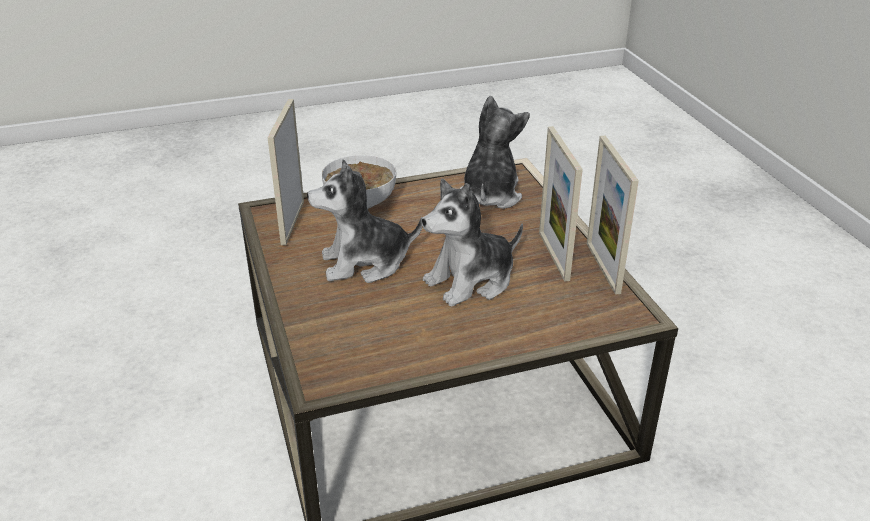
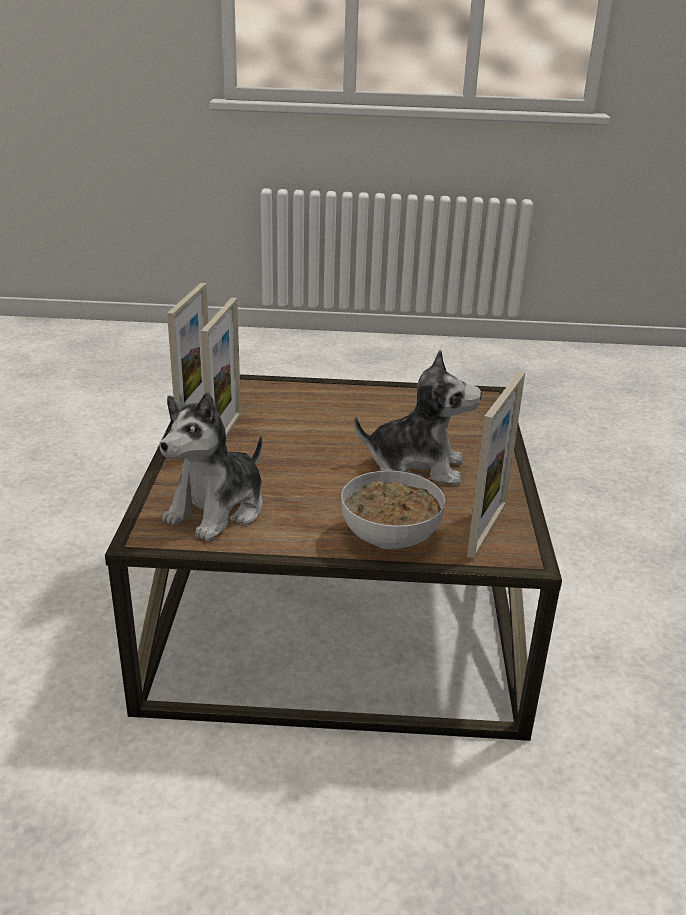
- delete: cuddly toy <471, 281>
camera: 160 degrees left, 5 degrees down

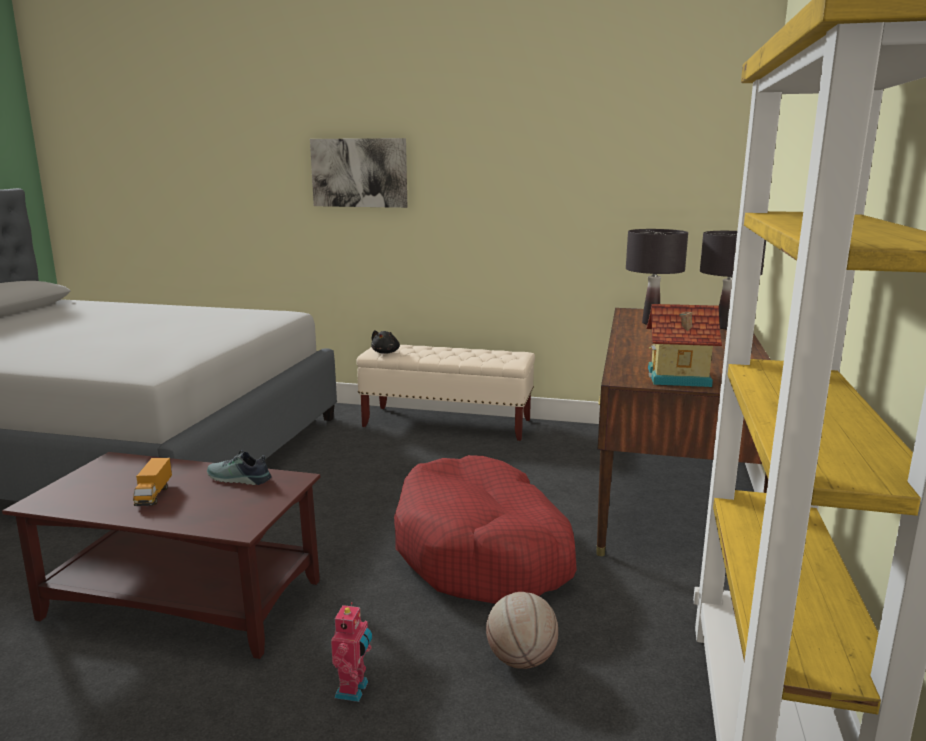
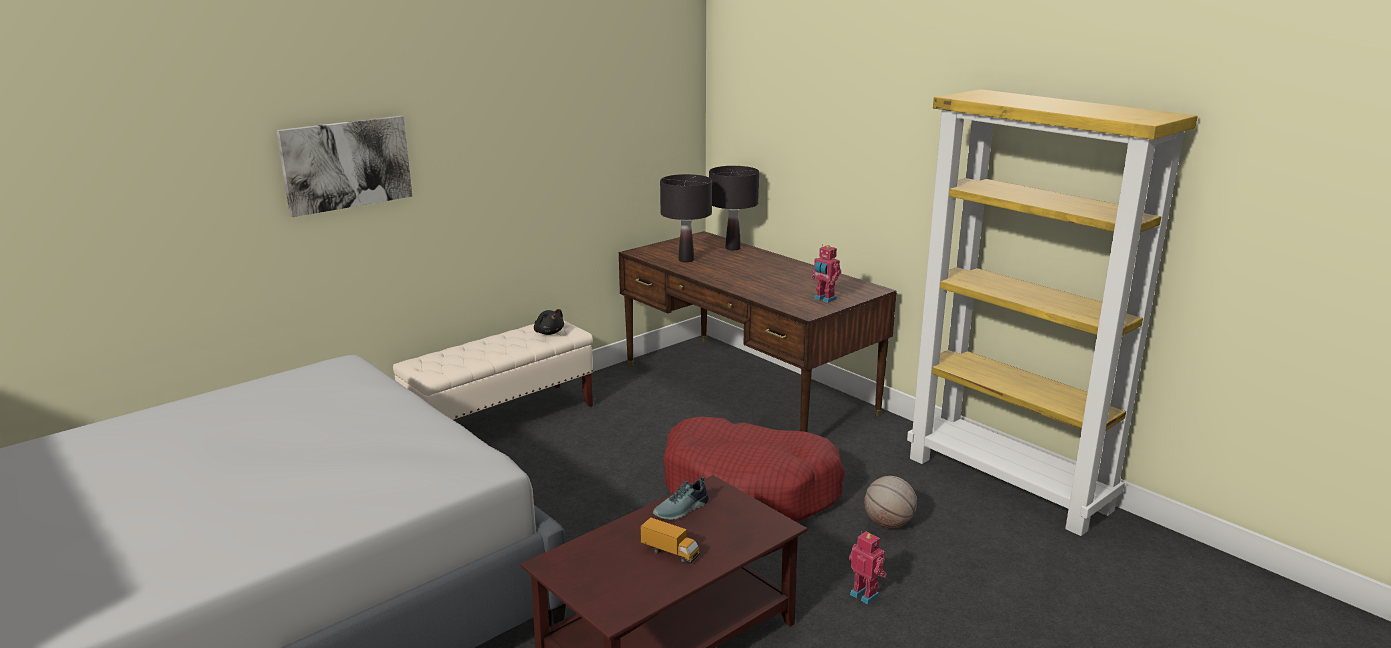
- move: black-coloured cuddly toy <386, 352> to <548, 332>
- replace: model house <679, 378> to toy robot <824, 299>
camera: 55 degrees left, 5 degrees up

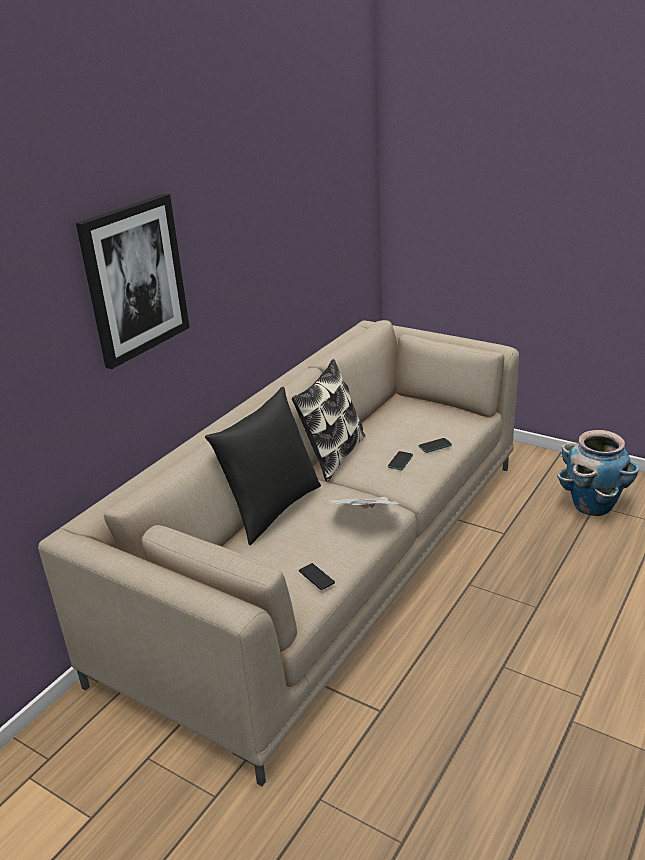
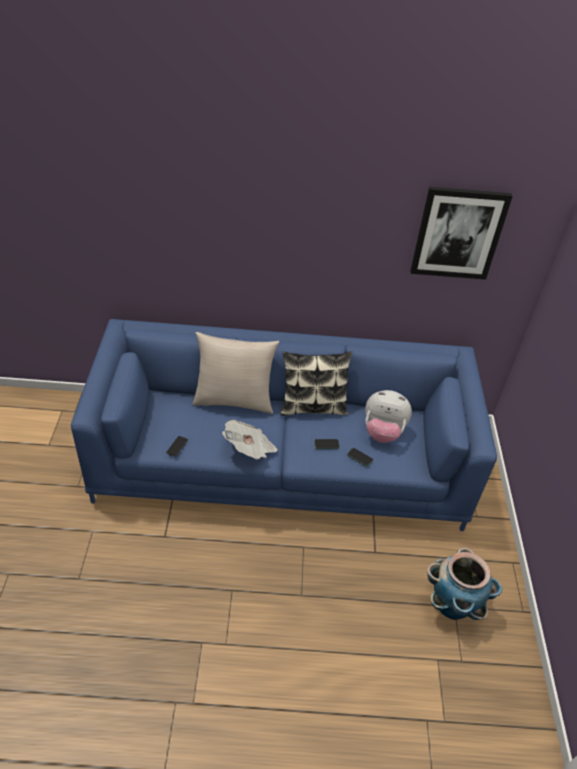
- recolor: sand-coloured sofa <330, 561> to blue-coloured sofa <282, 461>
- move: wall picture <134, 279> to <458, 233>
- recolor: black-coloured pillow <272, 509> to sand-coloured pillow <234, 400>
- insert: cuddly toy <383, 432>
camera: 55 degrees right, 15 degrees up

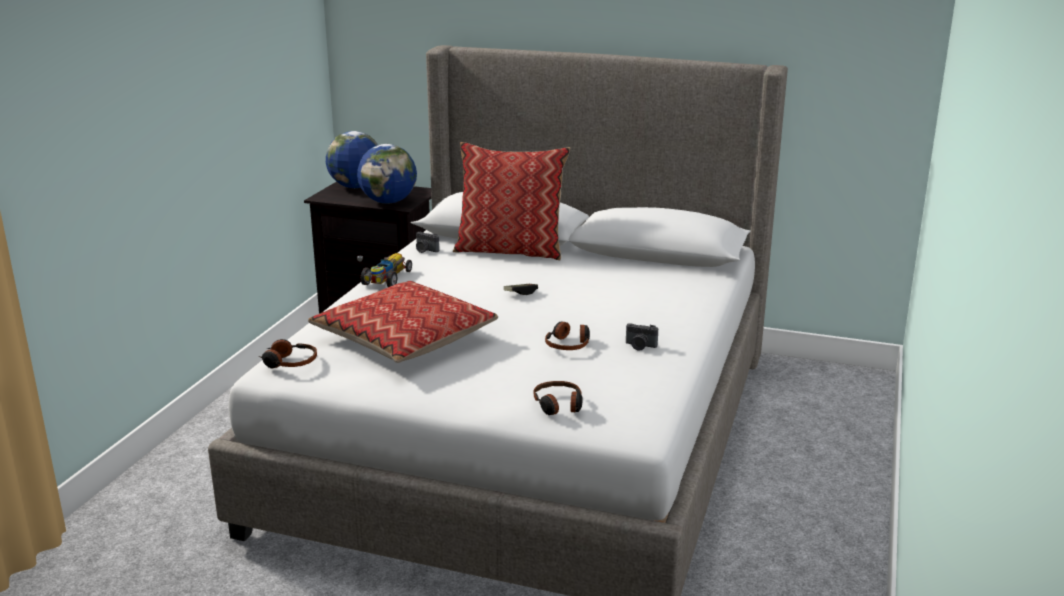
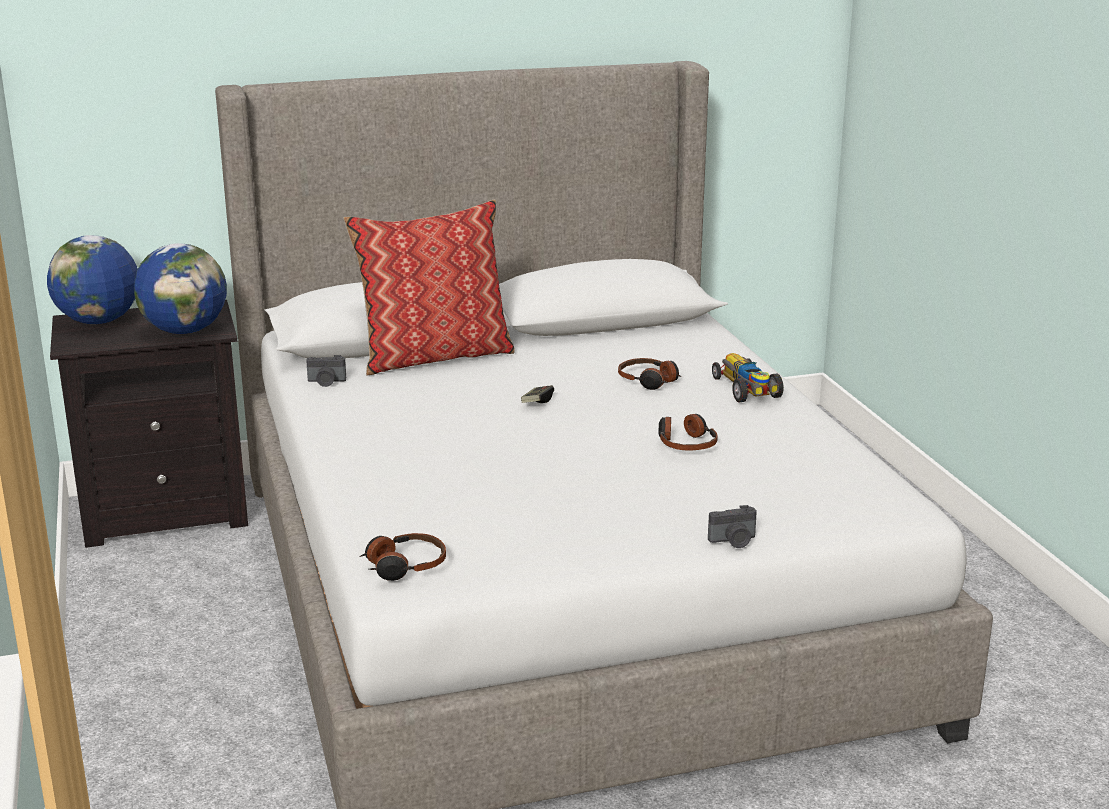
- delete: pillow <404, 337>
- move: model car <386, 279> to <747, 390>
- move: pair of headphones <558, 405> to <649, 381>
- move: still camera <640, 346> to <734, 541>
camera: 35 degrees left, 0 degrees up

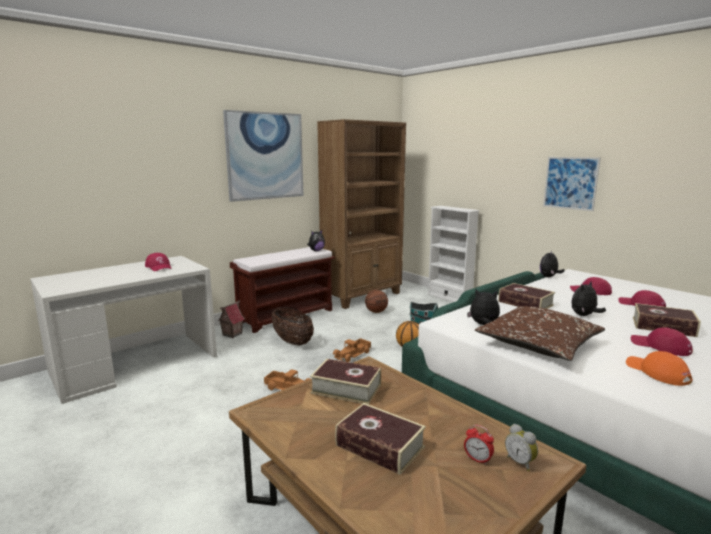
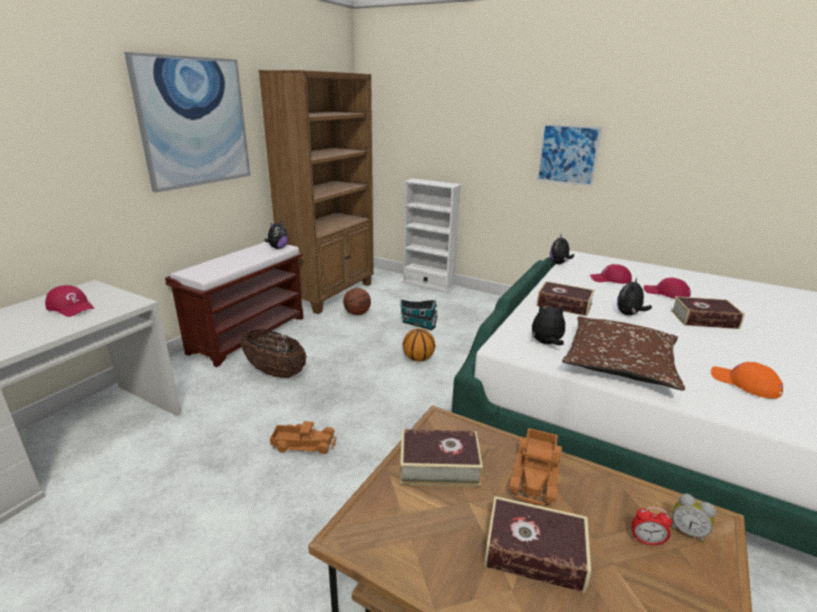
- delete: model house <232, 334>
- move: toy truck <353, 355> to <537, 474>
- delete: red-coloured baseball cap <660, 347>
camera: 20 degrees left, 10 degrees up

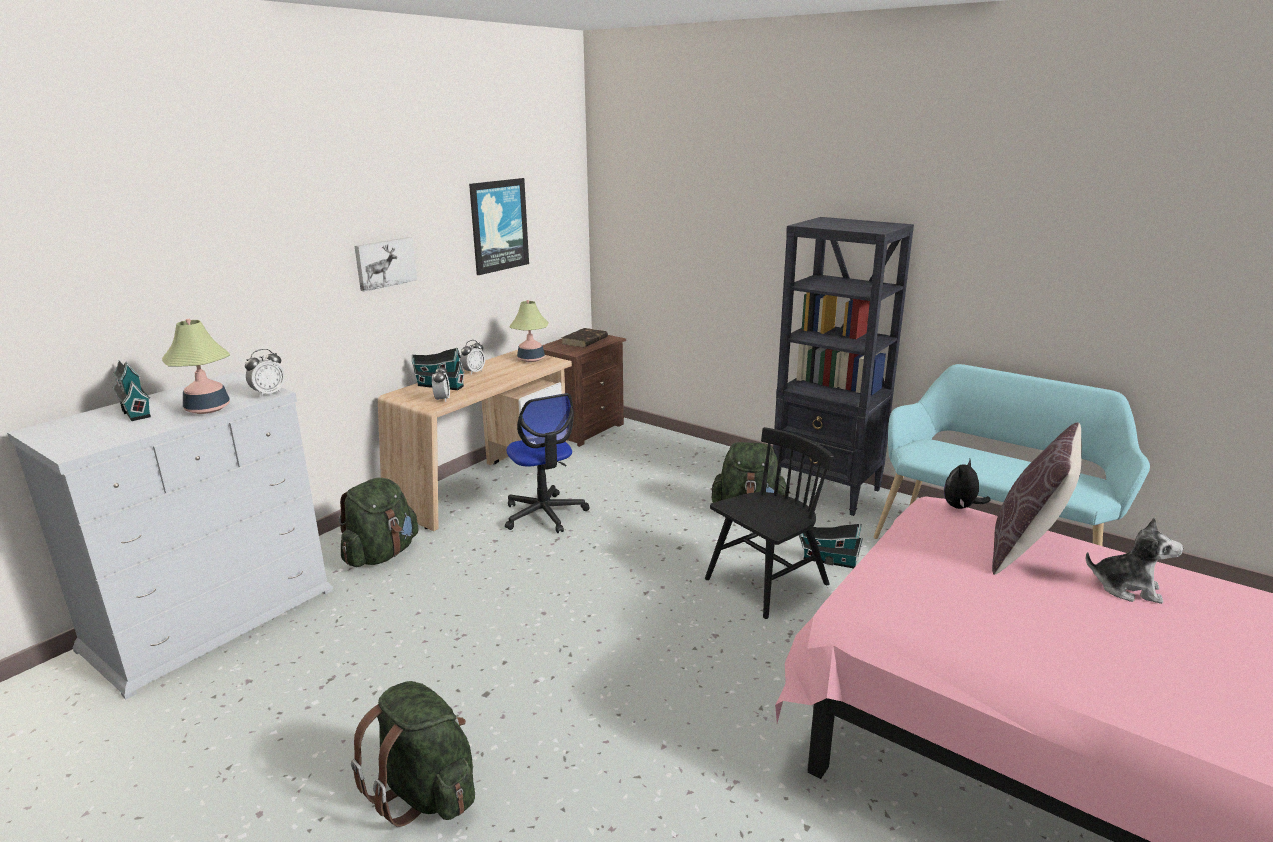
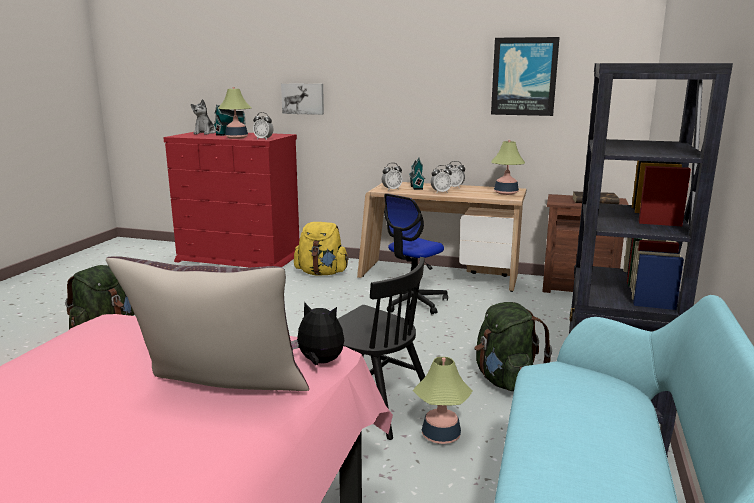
- recolor: white chest of drawers <212, 618> to red-coloured chest of drawers <240, 258>
- recolor: greenish backpack <381, 555> to yellow-coloured backpack <322, 273>
- move: wall picture <384, 263> to <303, 98>
- replace: model house <827, 560> to table lamp <441, 435>
- move: cuddly toy <1127, 588> to <204, 133>
- insert: alarm clock <440, 192>
camera: 70 degrees right, 5 degrees down

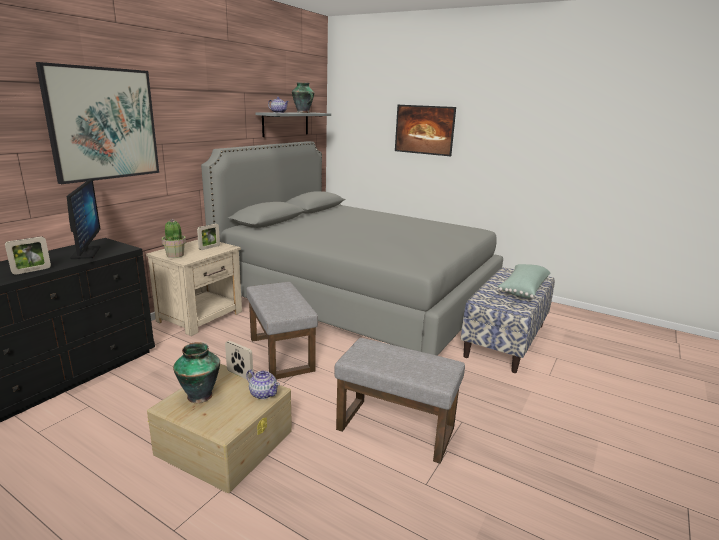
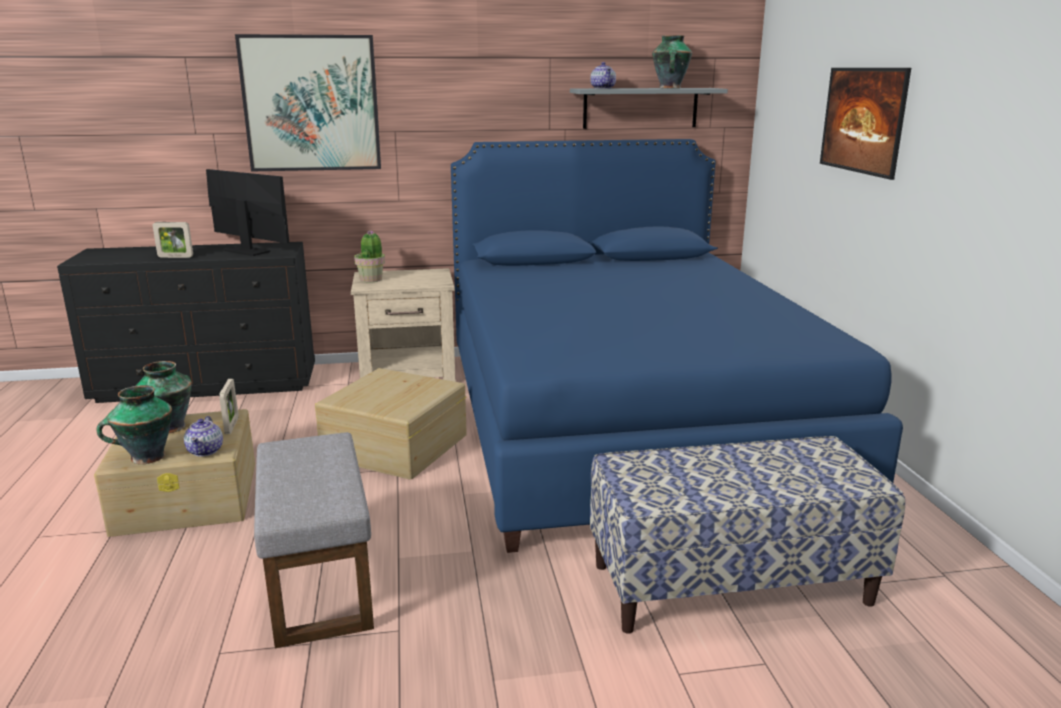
- rotate: computer screen <86, 252> = <247, 251> 90 degrees counterclockwise
- delete: standing frame <209, 247>
- recolor: greyish bedroom bed <357, 299> to blue-coloured bedroom bed <624, 422>
- replace: greyish pouffe <282, 354> to sand-coloured storage bin <394, 446>
- delete: greenish pillow <522, 289>
- insert: decorative vase <146, 457>
camera: 50 degrees right, 0 degrees up

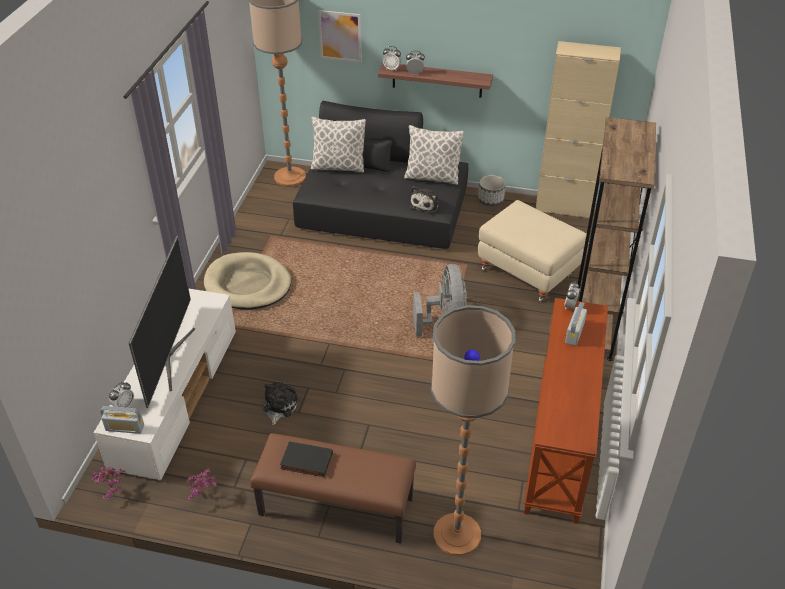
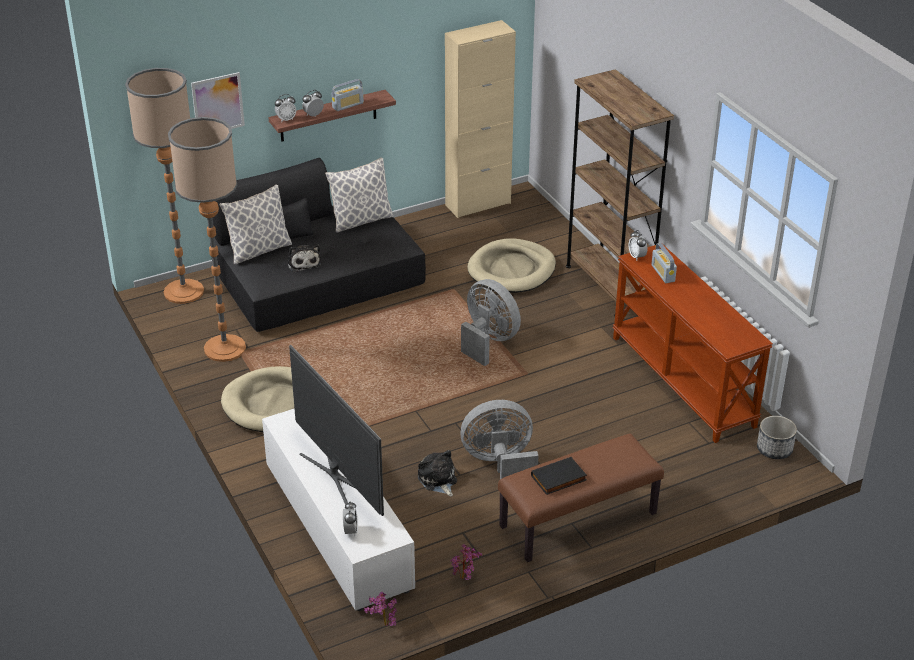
- move: radio receiver <125, 428> to <348, 105>
- move: cuddly toy <425, 204> to <303, 262>
- move: standing lamp <456, 534> to <224, 348>
- move: planter <491, 200> to <774, 449>
- replace: sand-coloured pouffe <528, 272> to sand-coloured dog cushion <512, 270>
- insert: greyish cooling fan <500, 464>
camera: 40 degrees left, 5 degrees down

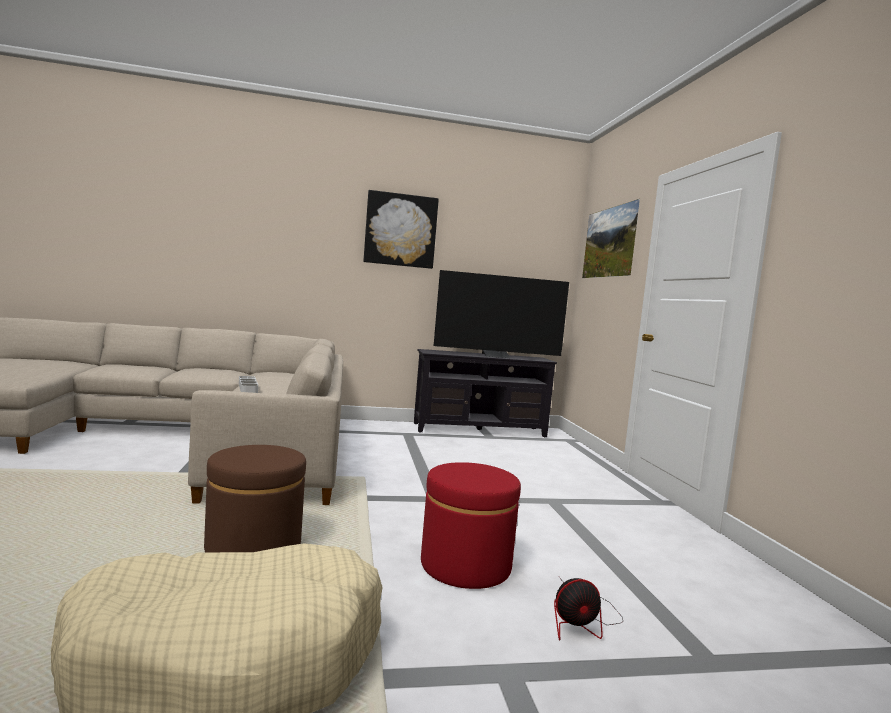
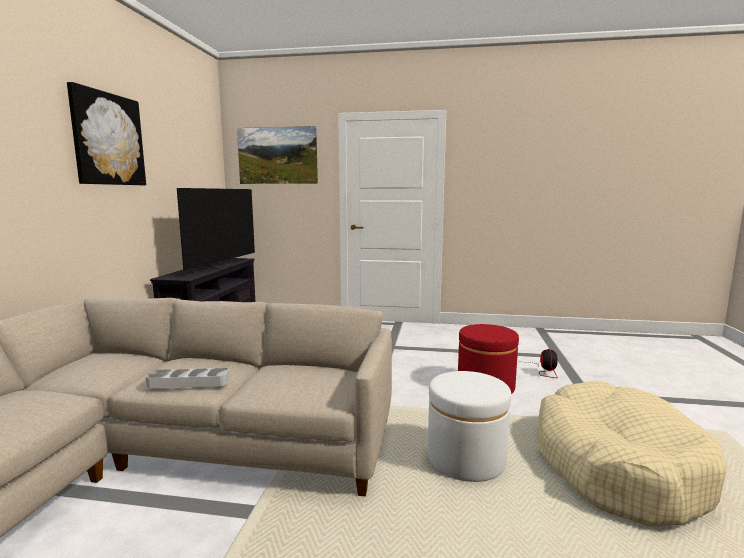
- recolor: brownish pouffe <253, 547> to white pouffe <466, 459>
camera: 70 degrees left, 5 degrees up

